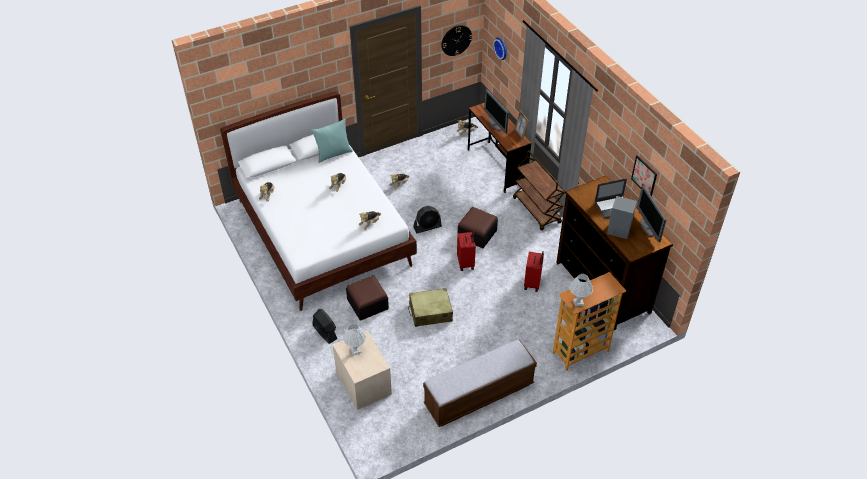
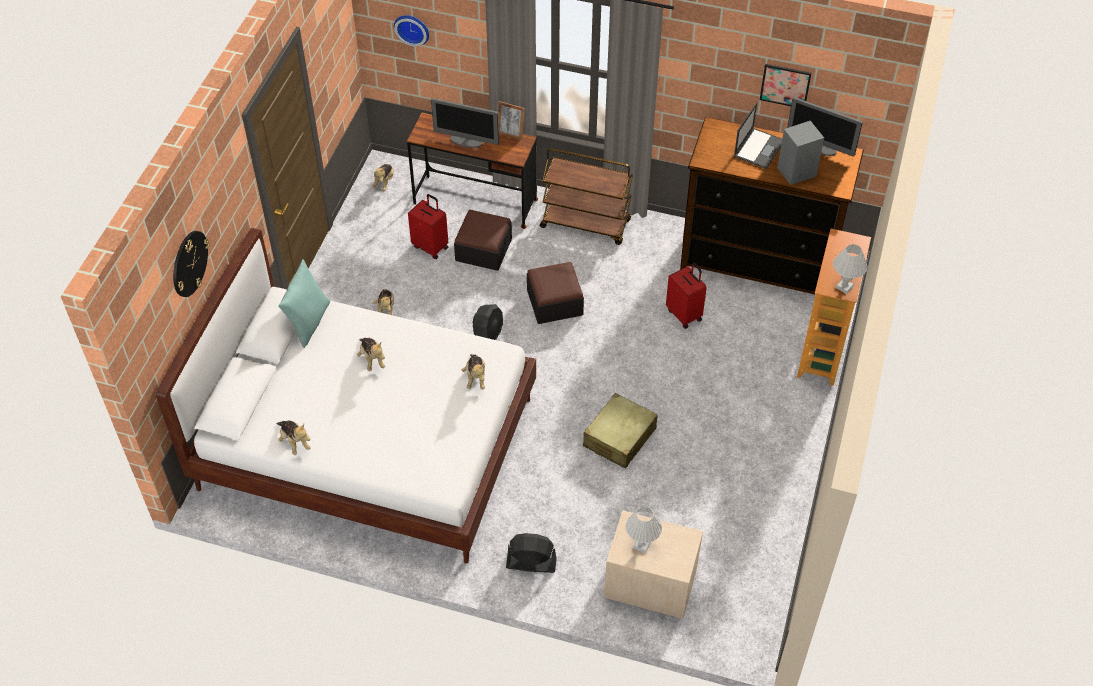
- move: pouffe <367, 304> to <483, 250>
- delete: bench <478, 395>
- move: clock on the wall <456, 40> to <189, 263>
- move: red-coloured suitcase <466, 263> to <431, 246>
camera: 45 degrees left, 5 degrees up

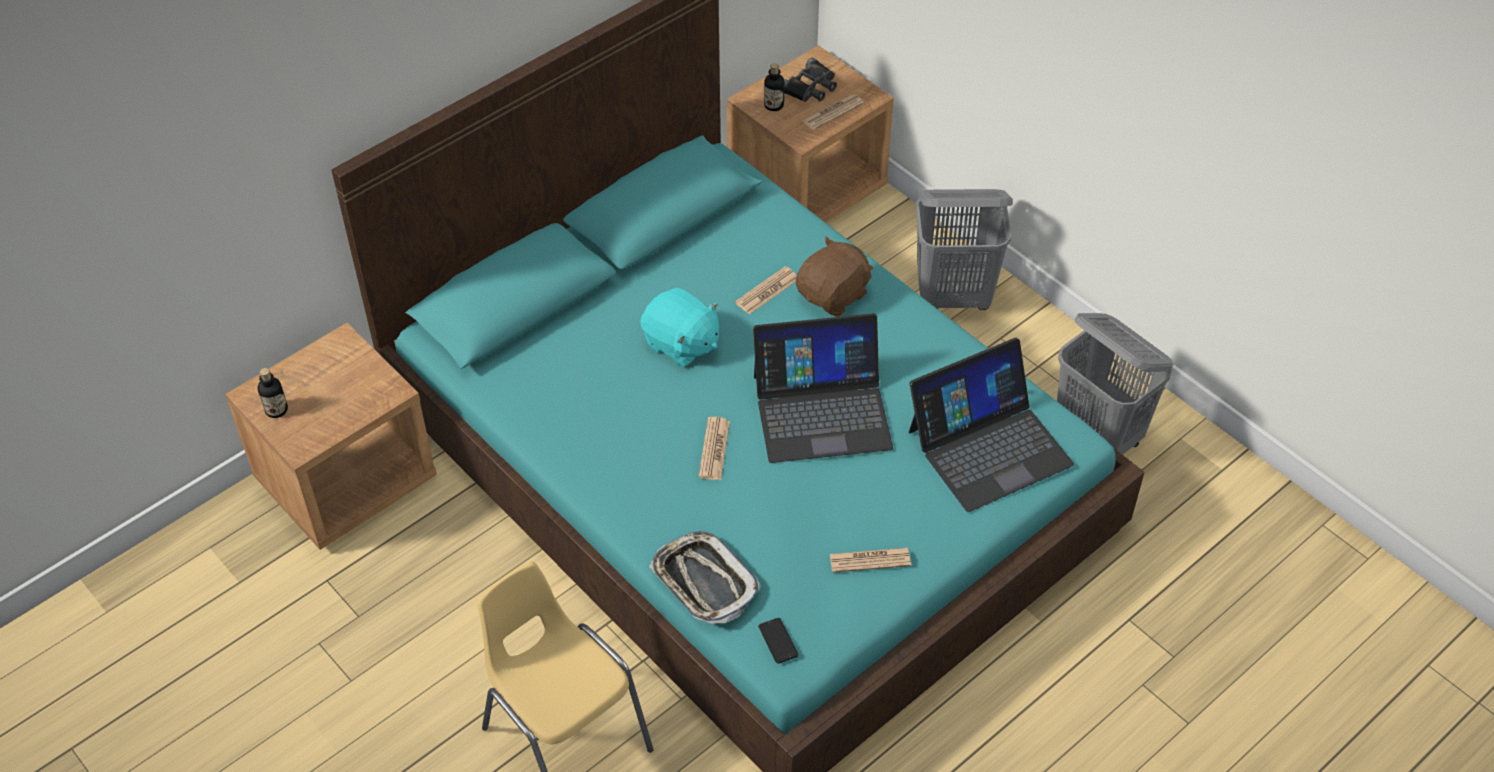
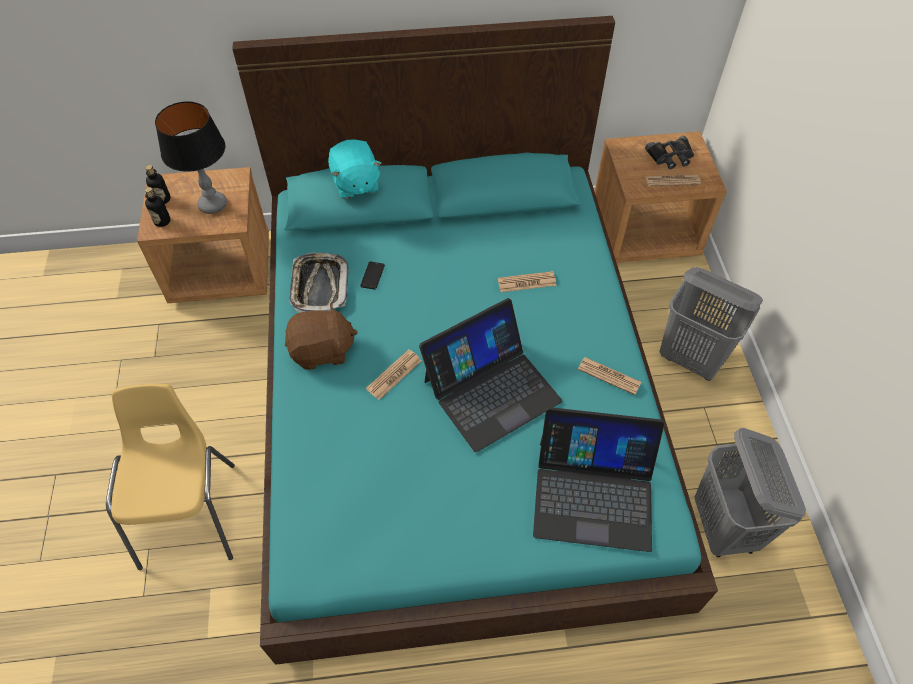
- move: turquoise cuddly toy <681, 344> to <355, 184>
- move: serving tray <704, 582> to <319, 286>
- rotate: laptop <822, 410> = <491, 390> 60 degrees counterclockwise
- move: phone <778, 641> to <372, 275>
- move: beverage bottle <774, 105> to <162, 221>
- move: brownish cuddly toy <834, 295> to <322, 351>
- move: printed paper <870, 560> to <609, 376>
- insert: table lamp <212, 205>
camera: 35 degrees right, 5 degrees up

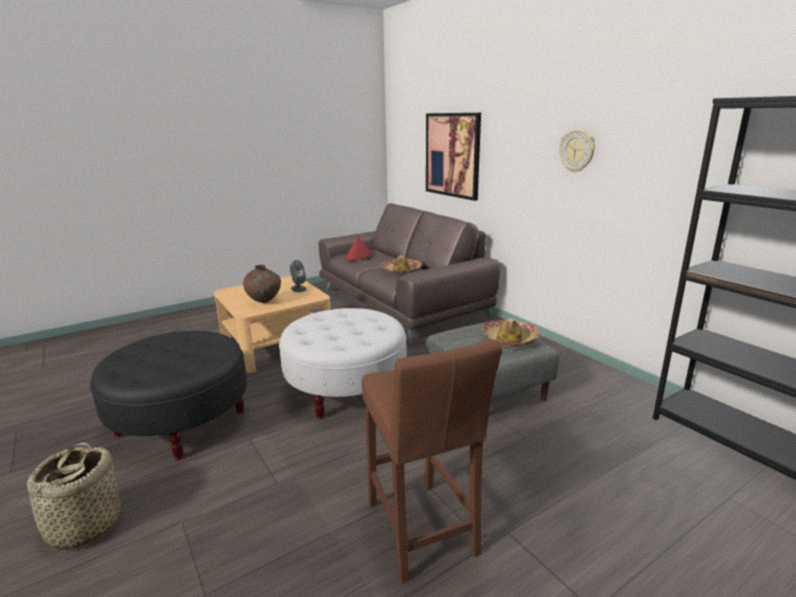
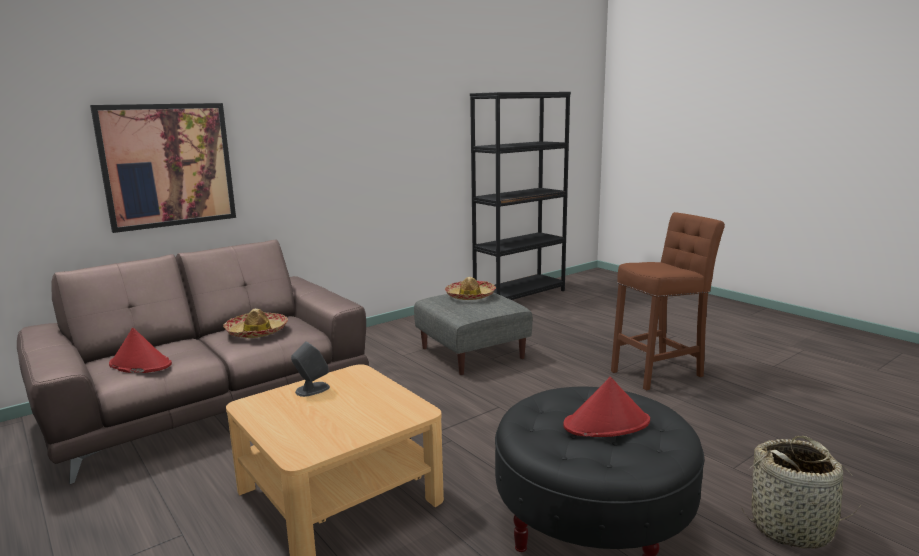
- delete: brownish decorative vase <264, 302>
- delete: white pouffe <346, 390>
- delete: clock on the wall <577, 150>
- insert: red-coloured clothing hat <607, 424>
camera: 95 degrees left, 5 degrees down

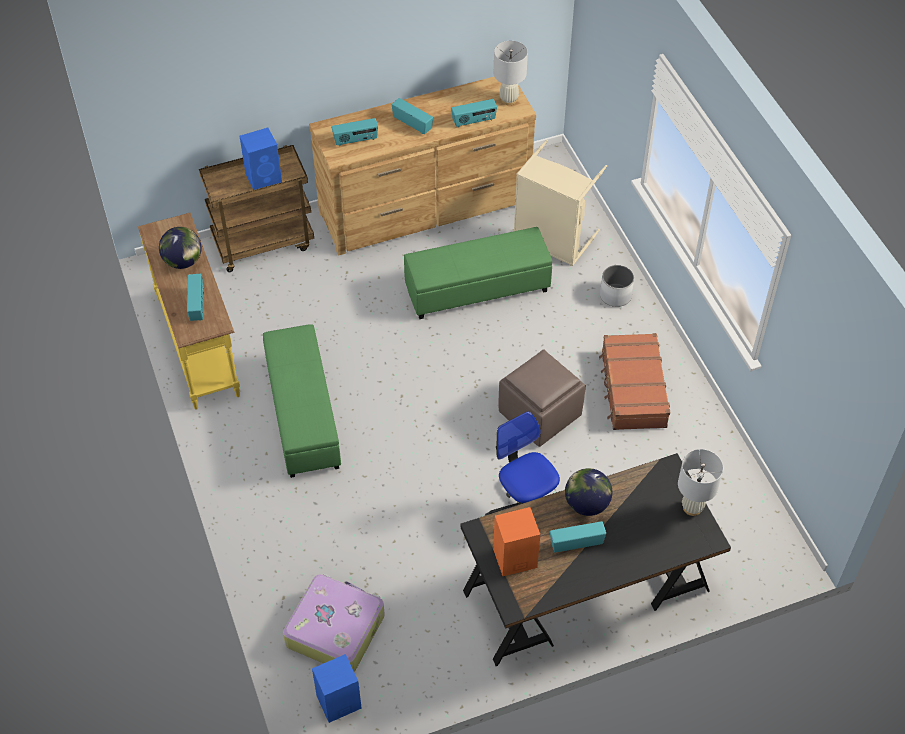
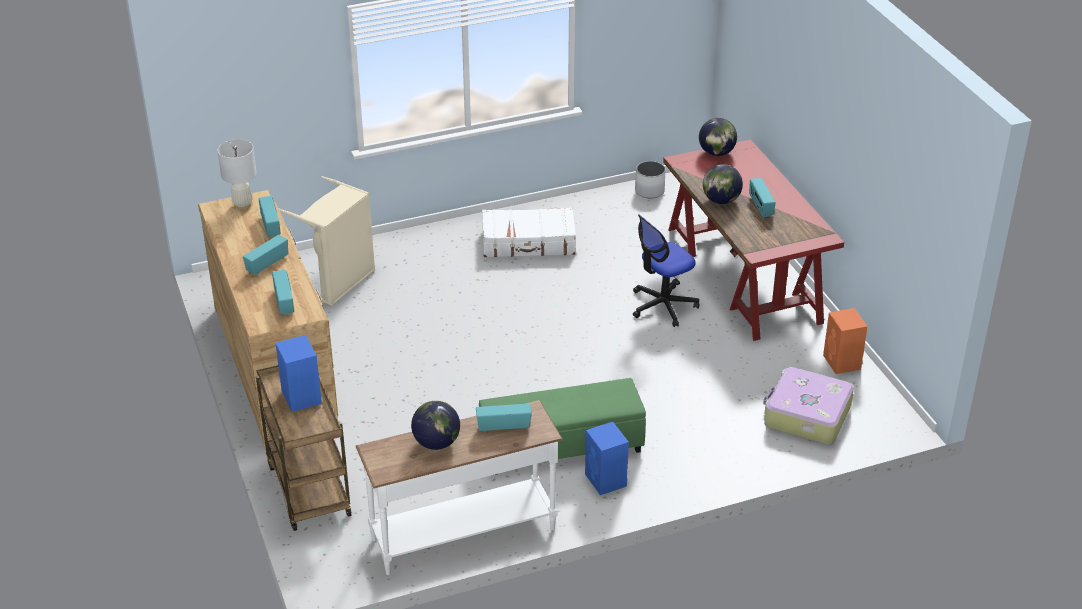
- recolor: yellow-coloured hall table <199, 346> to white hall table <463, 532>
- move: blue-coloured speaker <338, 702> to <606, 481>
- delete: greenish pouffe <477, 289>
- recolor: black-coloured desk unit <586, 592> to red-coloured desk unit <744, 275>
- move: orange speaker <514, 558> to <842, 363>
- delete: brownish pouffe <539, 413>
- recolor: brownish suitcase <632, 389> to white suitcase <529, 242>
- move: white planter <615, 295> to <649, 191>
- replace: white table lamp <692, 507> to world globe <716, 153>
camera: 90 degrees left, 15 degrees down

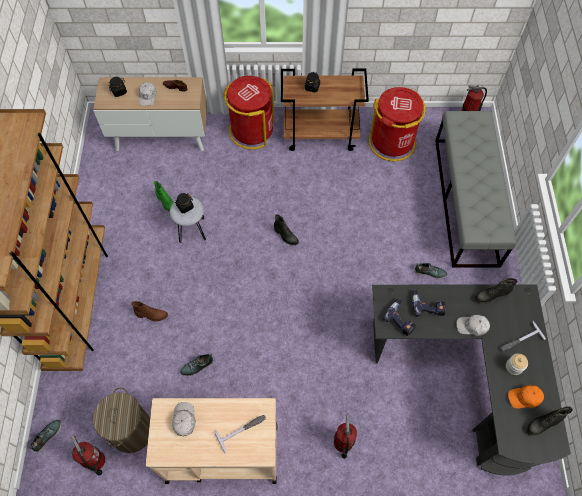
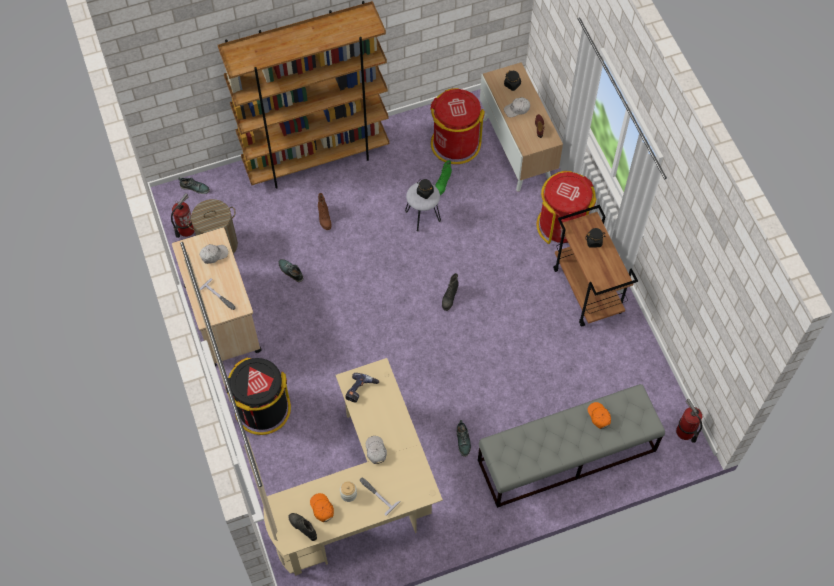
- replace: fire extinguisher <343, 443> to black-coloured waste bin <262, 409>
- move: red-coloured waste bin <392, 143> to <455, 144>
- recolor: black-coloured desk unit <464, 375> to sand-coloured desk unit <363, 497>
- delete: electric drill <427, 305>
- delete: black-coloured tall boot <491, 296>
- insert: orange baseball cap <599, 416>
camera: 70 degrees right, 0 degrees up

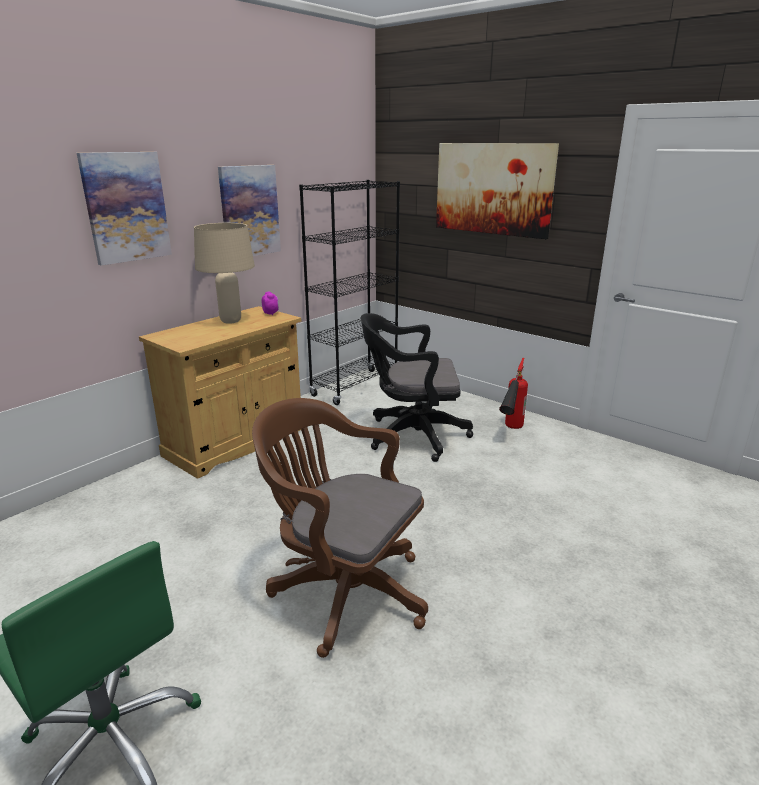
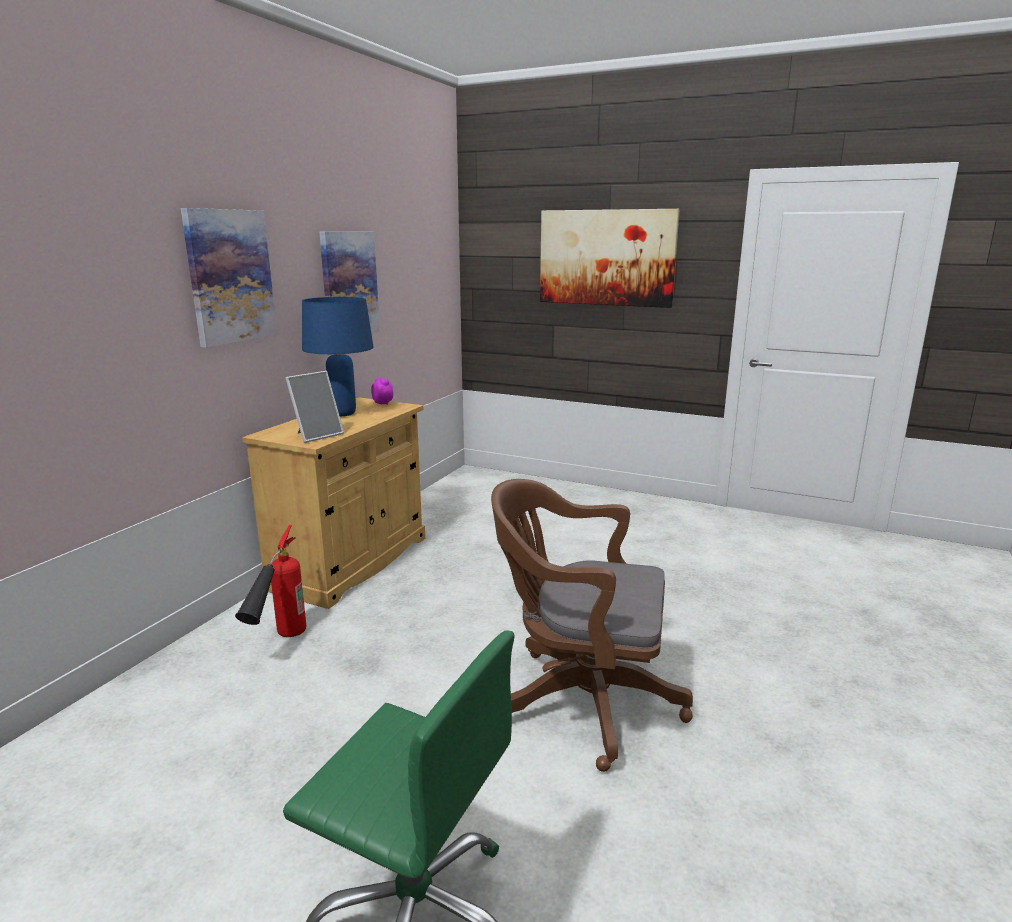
- recolor: sand-coloured table lamp <230, 321> to blue-coloured table lamp <343, 414>
- delete: black-coloured shelving unit <355, 387>
- delete: black-coloured desk chair <411, 436>
- move: fire extinguisher <510, 432> to <279, 645>
- insert: standing frame <316, 435>
camera: 15 degrees left, 5 degrees down

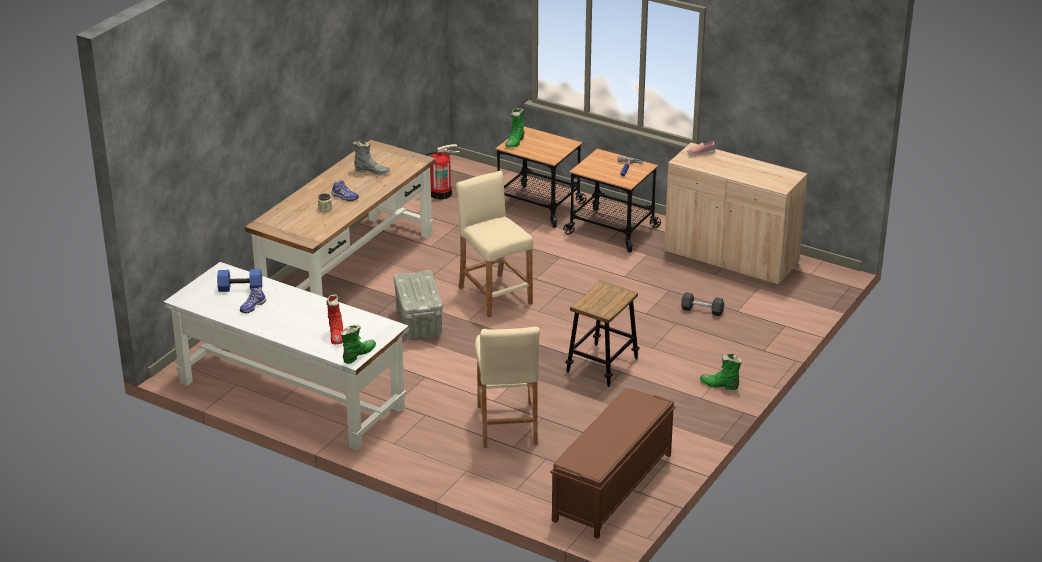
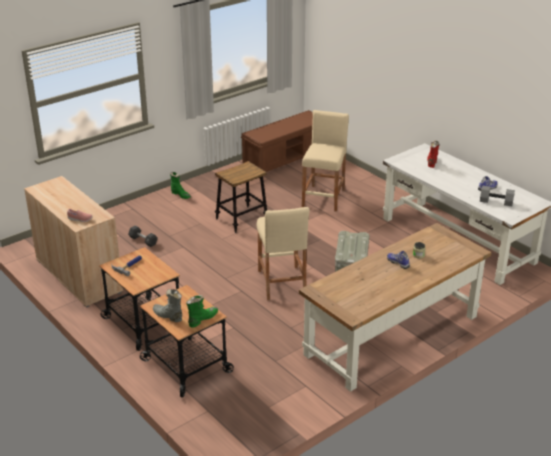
- recolor: blue-coloured hand weight <241, 288> to greyish hand weight <495, 202>
- delete: greenish tall boot <358, 354>
- move: greyish tall boot <371, 171> to <168, 316>
- delete: fire extinguisher <441, 193>
camera: 160 degrees left, 0 degrees up

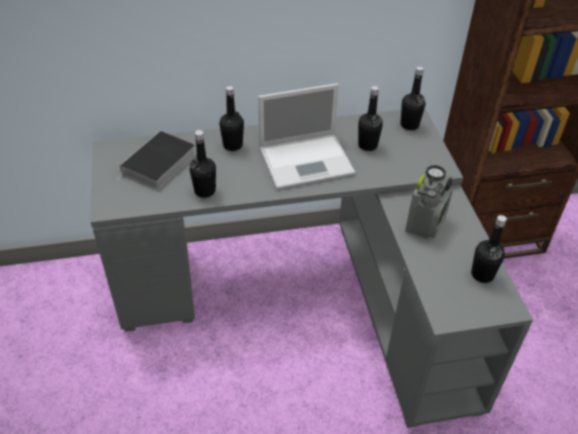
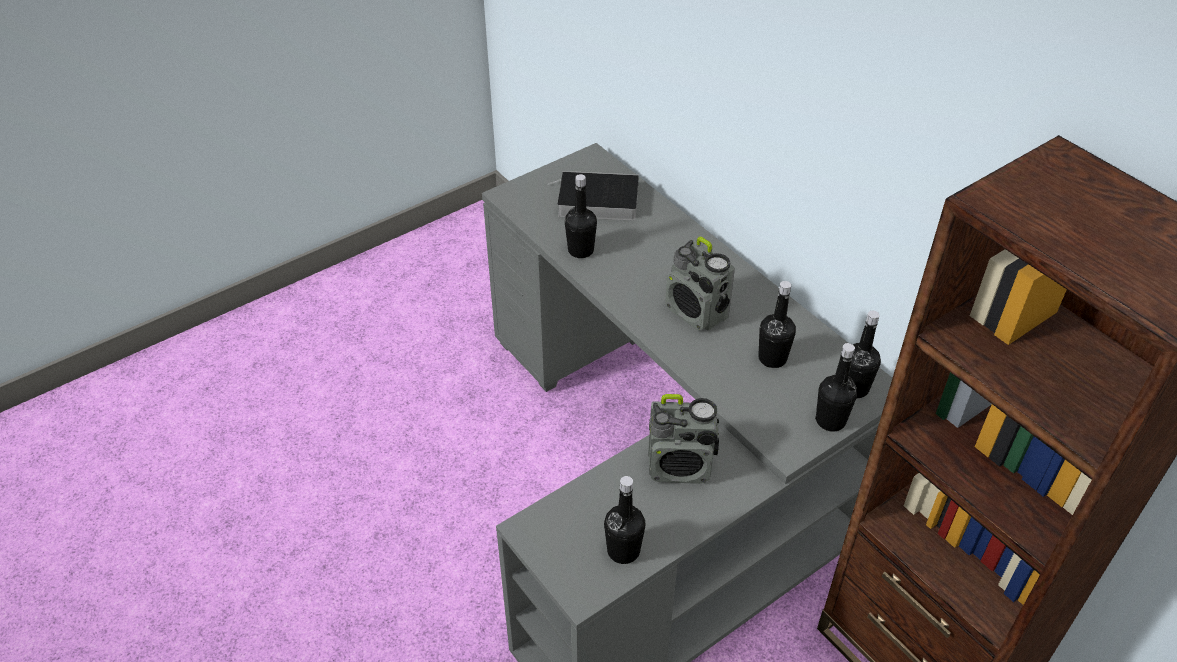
- move: black-coloured beverage bottle <232, 145> to <830, 420>
- replace: laptop <307, 160> to radio receiver <697, 313>
camera: 65 degrees right, 0 degrees up

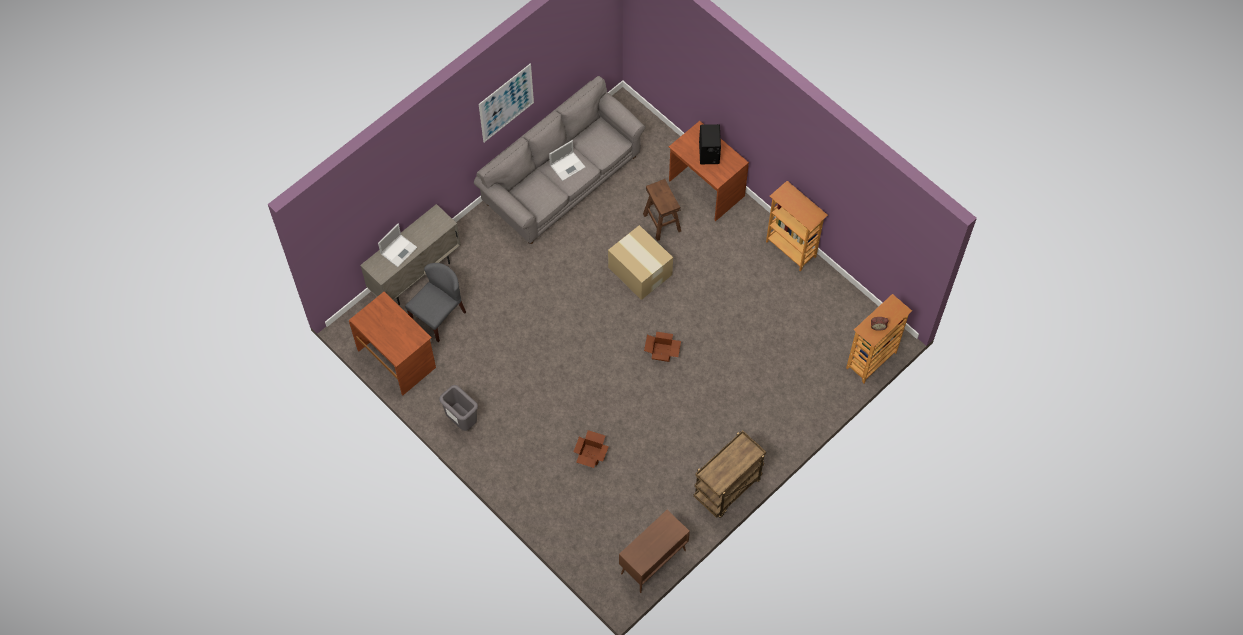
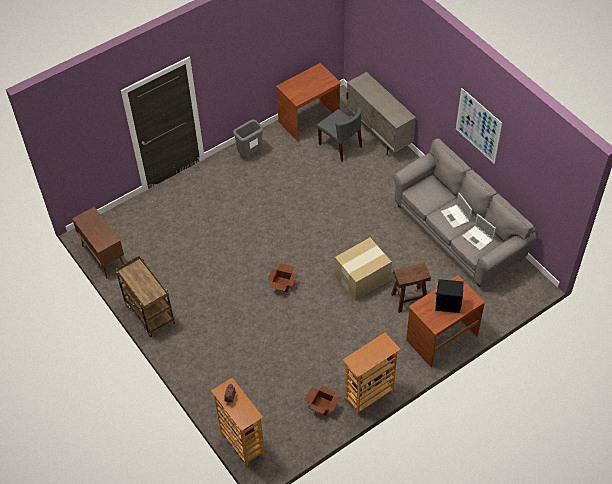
- move: laptop <399, 250> to <478, 238>
- move: cardboard box <590, 455> to <322, 405>
camera: 100 degrees right, 10 degrees down

